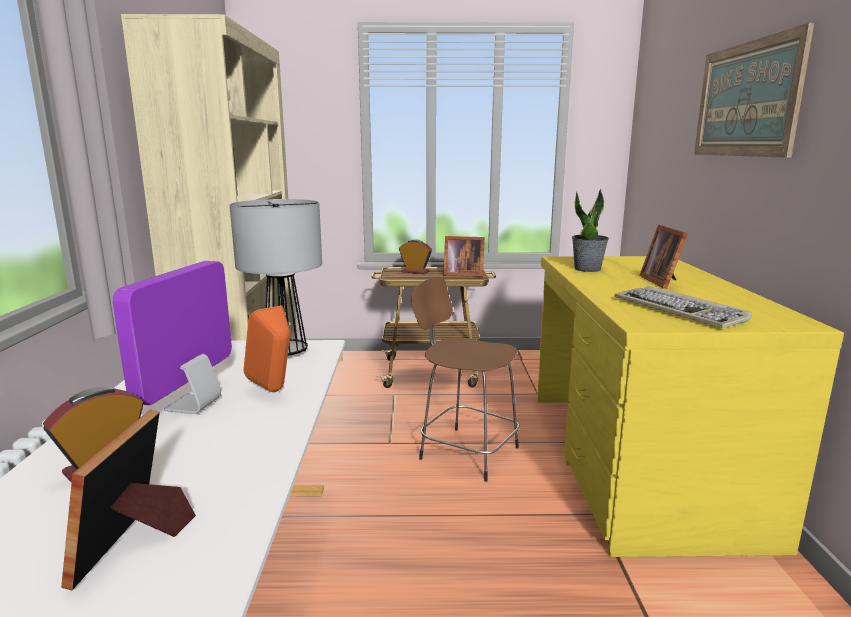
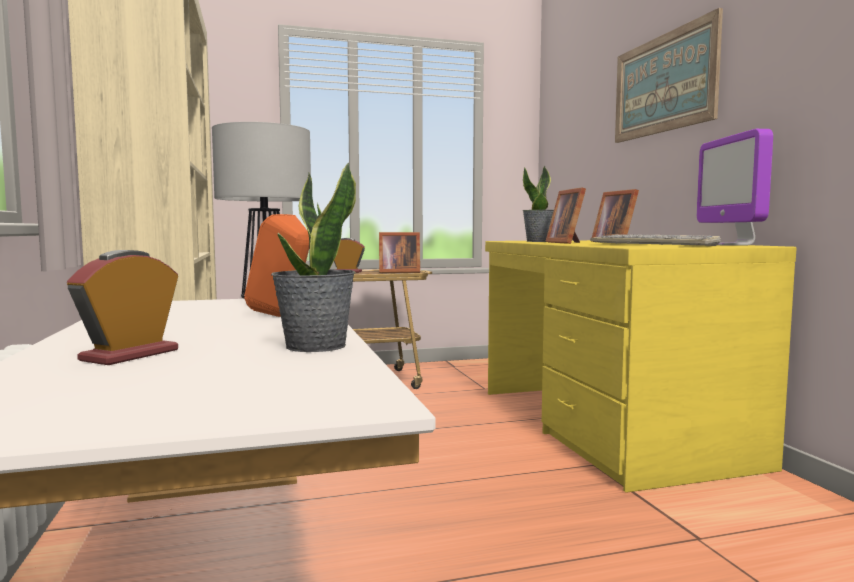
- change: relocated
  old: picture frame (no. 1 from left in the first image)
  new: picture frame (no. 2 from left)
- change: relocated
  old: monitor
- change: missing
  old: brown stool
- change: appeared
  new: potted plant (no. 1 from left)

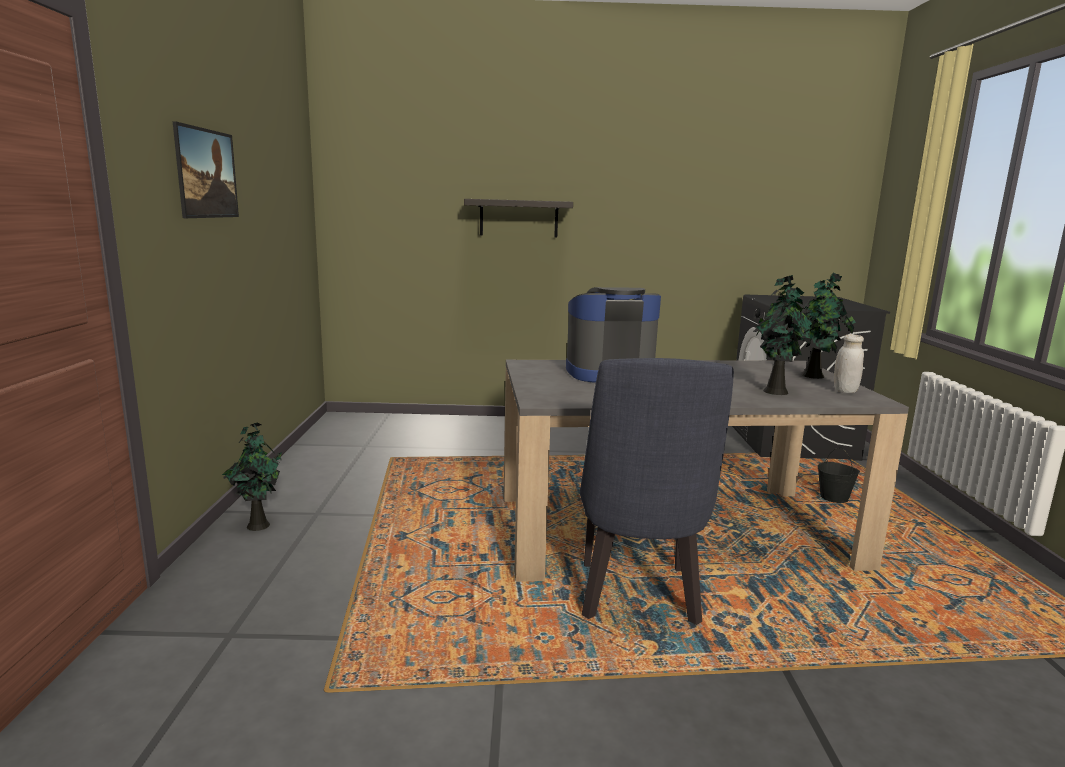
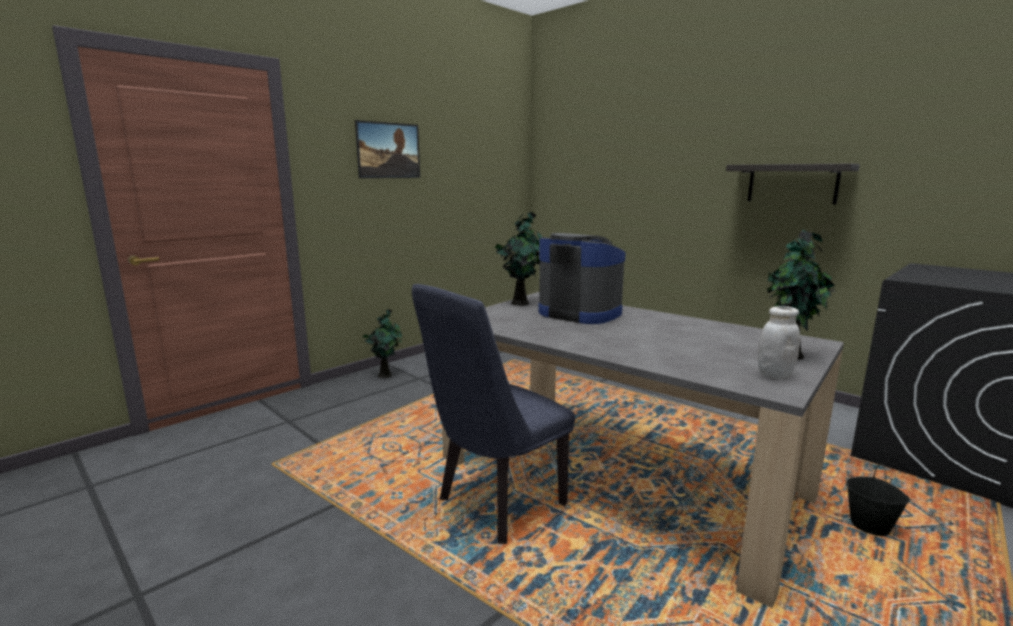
- change: relocated
  old: shelf
- change: relocated
  old: potted plant (no. 2 from left)

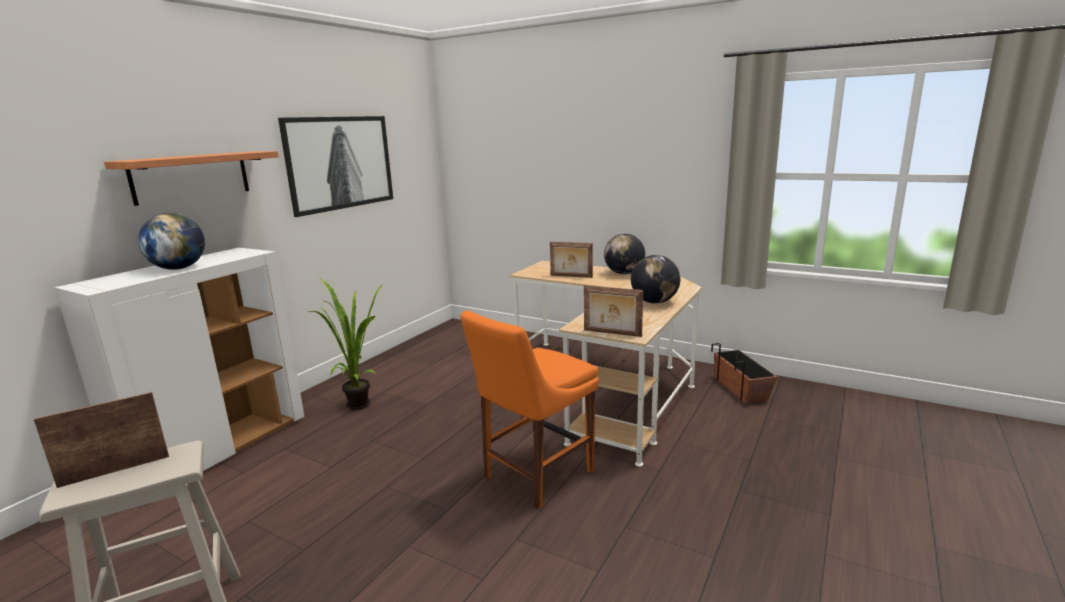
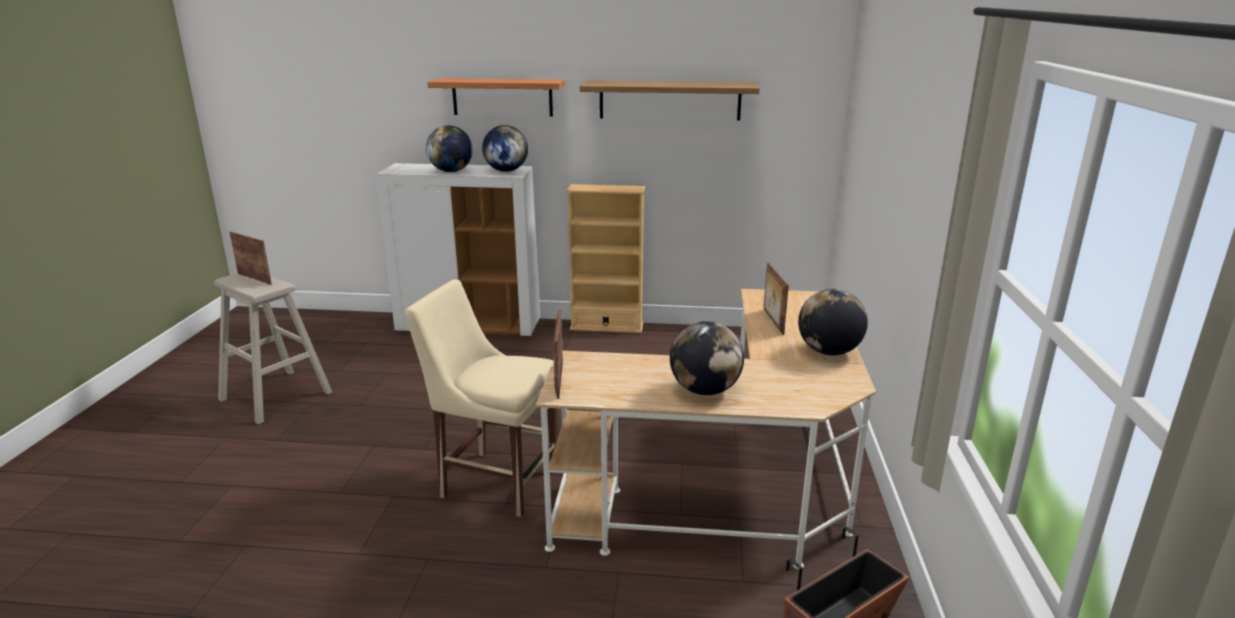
- change: exchanged
  old: picture
  new: shelf (no. 2 from left)
- change: missing
  old: potted plant
- change: colour
  old: orange chair
  new: beige chair
- change: appeared
  new: globe (no. 2 from left)
- change: appeared
  new: beige bookcase

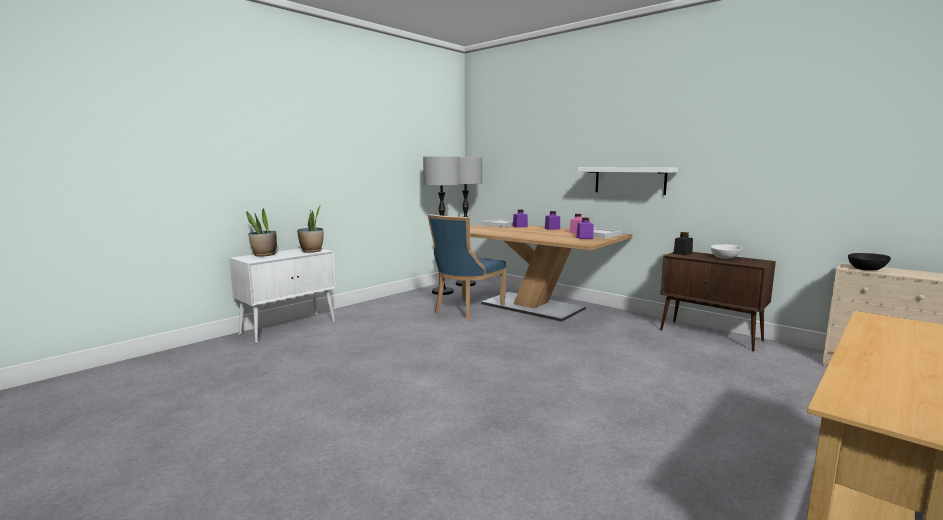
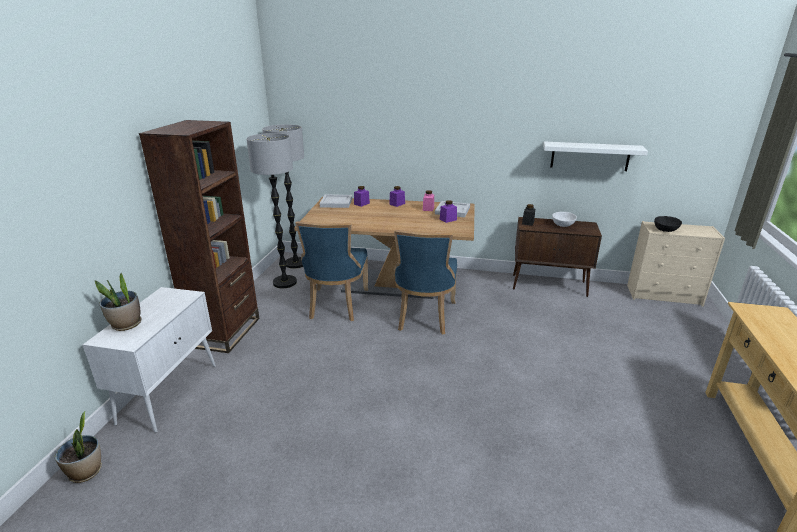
- change: relocated
  old: potted plant (no. 2 from left in the first image)
  new: potted plant (no. 1 from left)
- change: relocated
  old: white shelf
- change: appeared
  new: brown bookcase
- change: appeared
  new: blue chair (no. 2 from left)

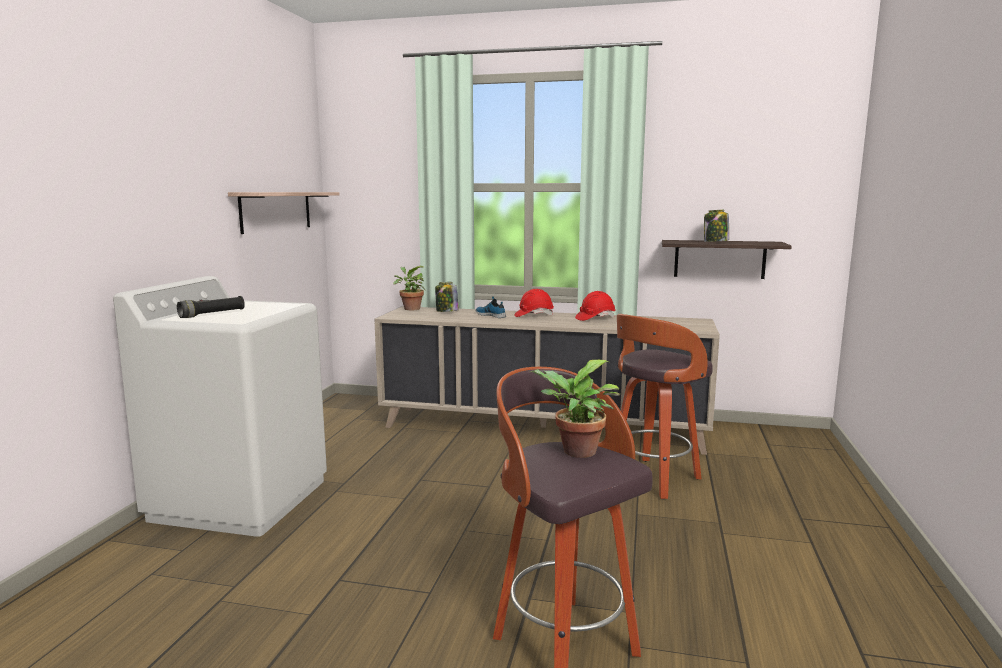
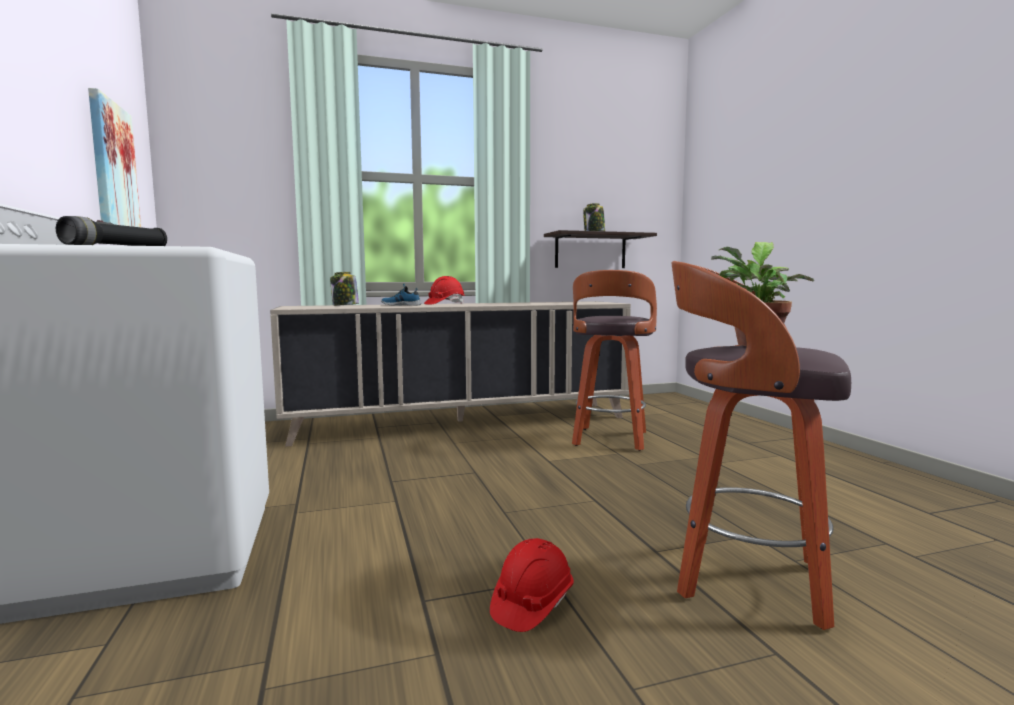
- change: exchanged
  old: shelf (no. 1 from left)
  new: picture
- change: missing
  old: potted plant (no. 1 from left)
- change: relocated
  old: red hard hat (no. 2 from left)

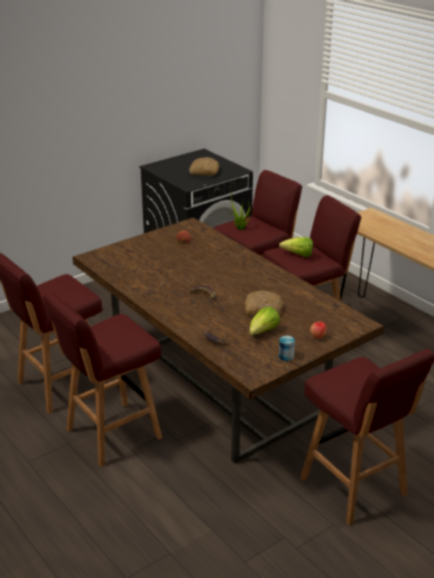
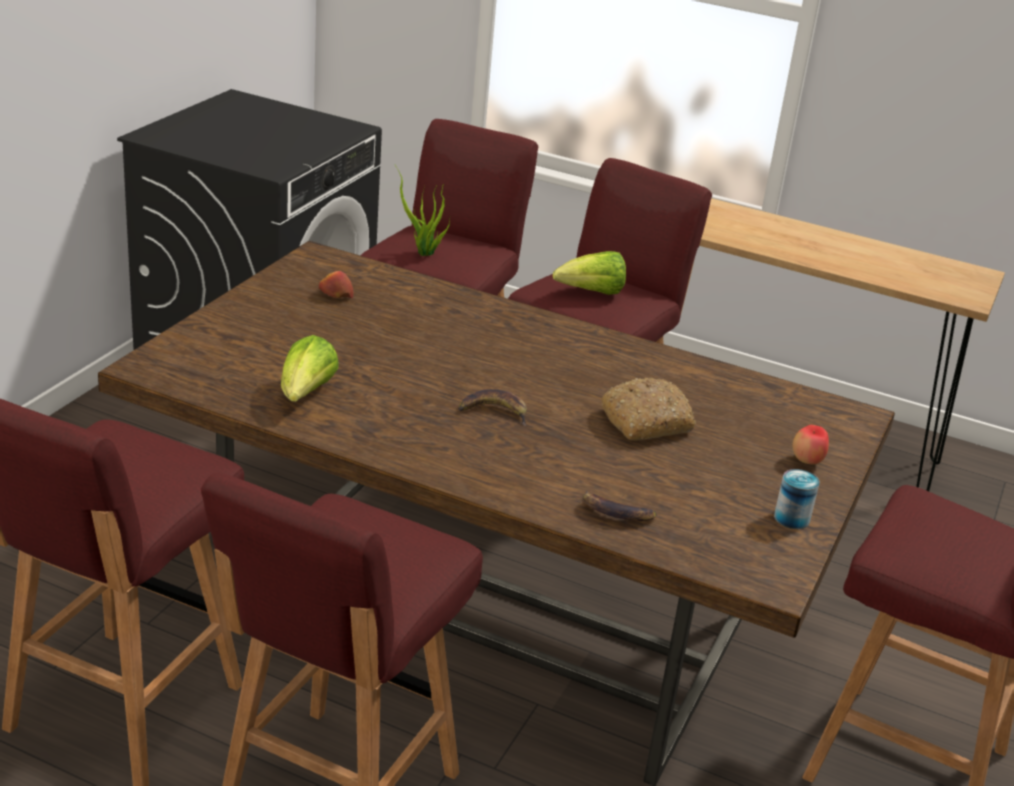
- change: missing
  old: bread (no. 1 from left)
- change: relocated
  old: lettuce (no. 1 from left)

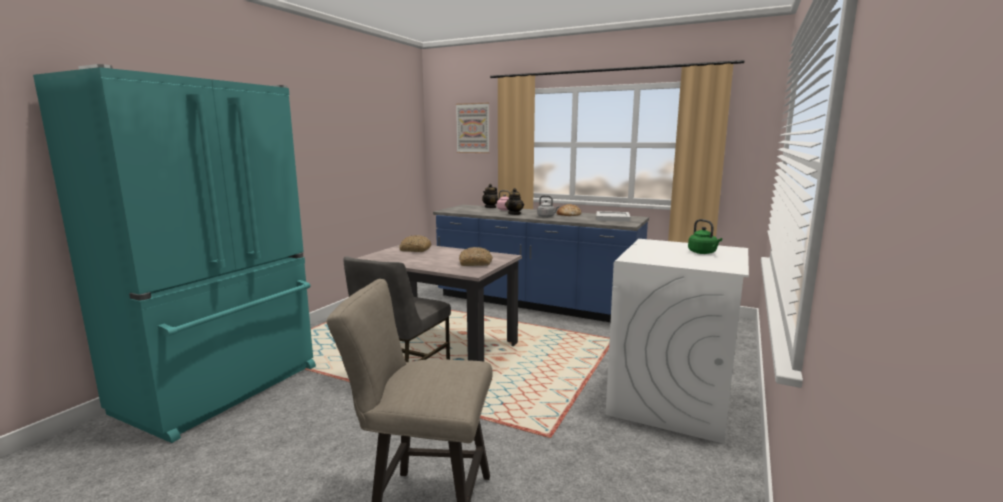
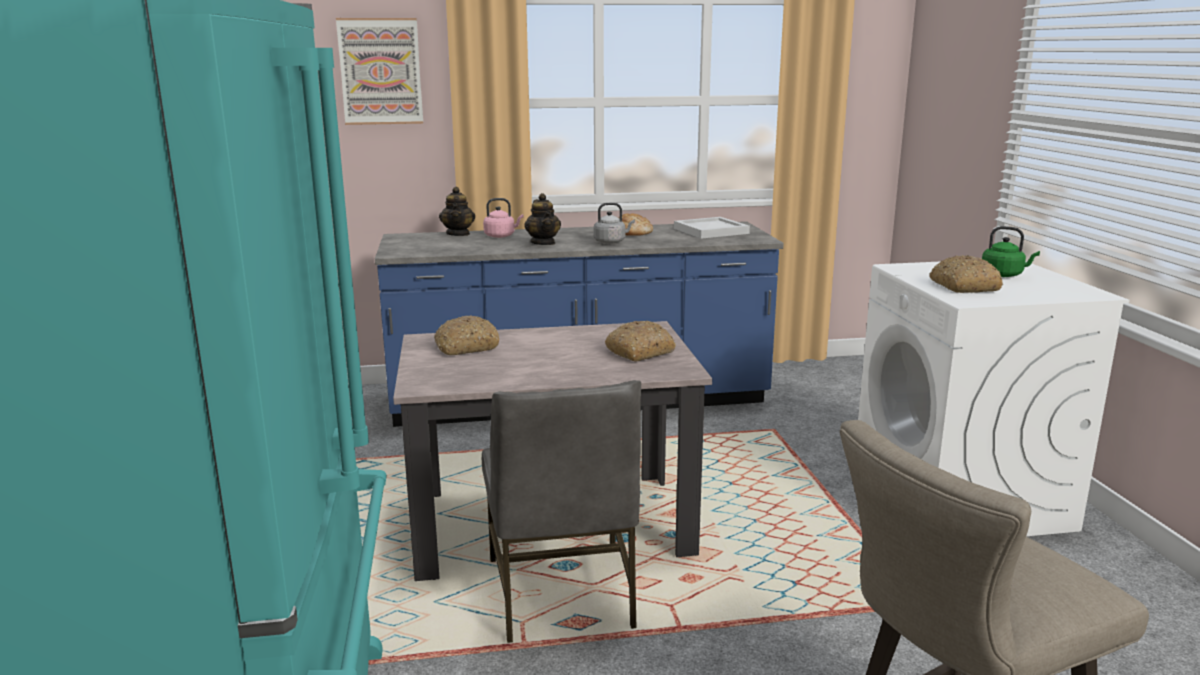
- change: appeared
  new: bread (no. 4 from left)

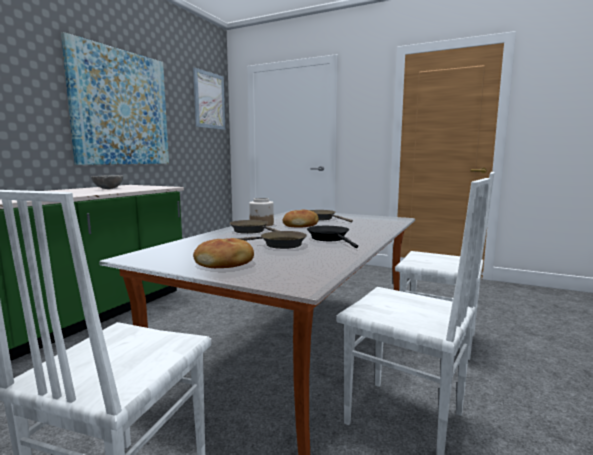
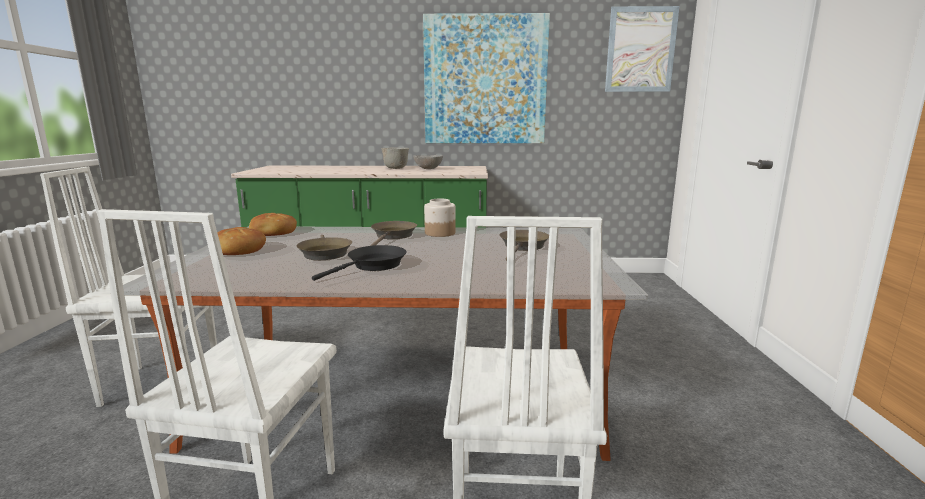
- change: relocated
  old: bread (no. 2 from left)
- change: appeared
  new: grey bowl (no. 1 from left)

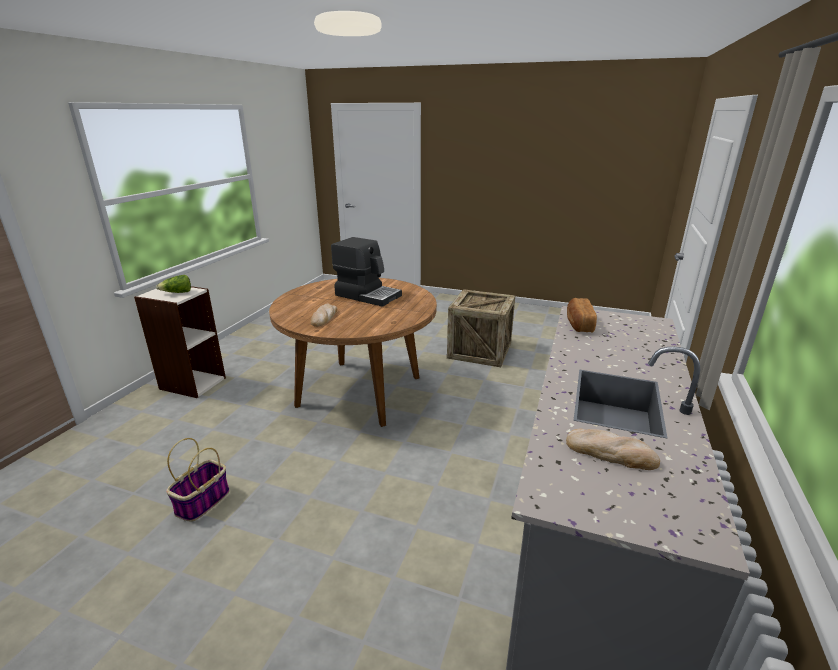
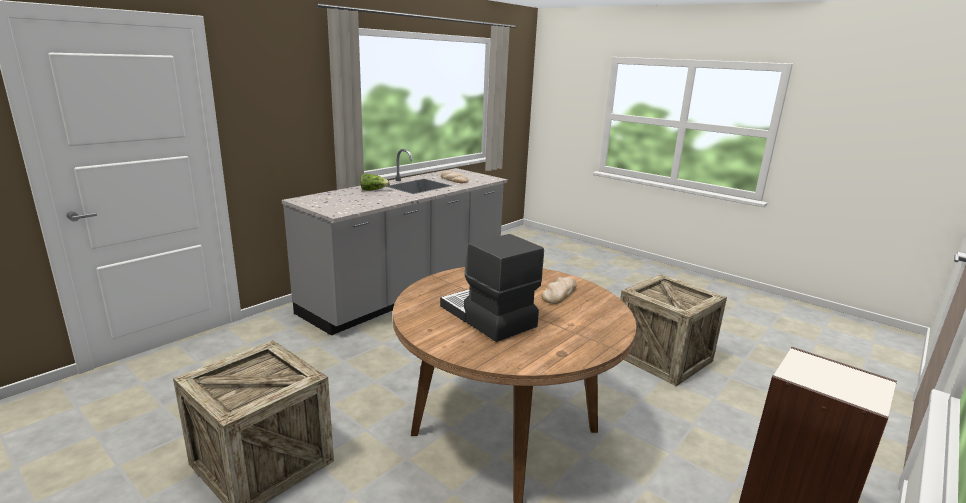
- change: relocated
  old: lettuce
- change: exchanged
  old: basket
  new: crate (no. 2 from left)
- change: missing
  old: bread (no. 2 from left)

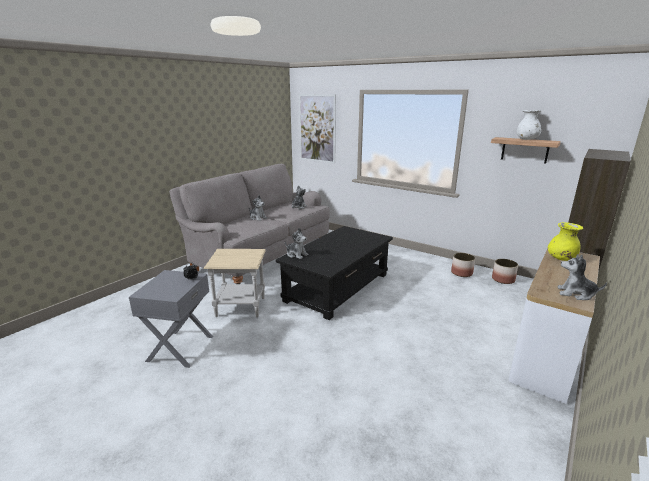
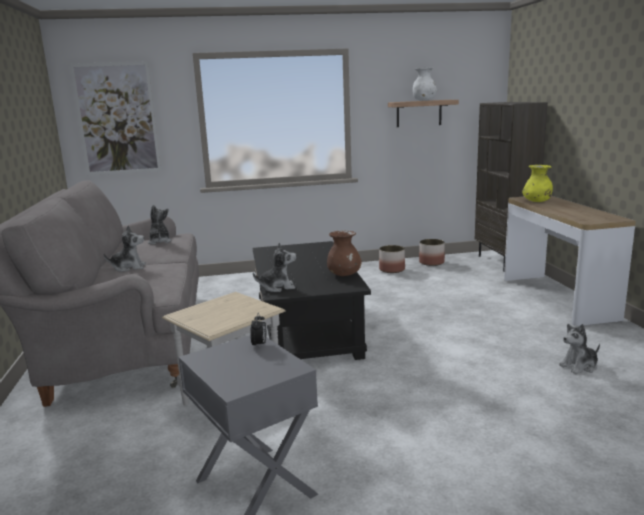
- change: relocated
  old: plush toy (no. 4 from left)
- change: appeared
  new: brown vase

